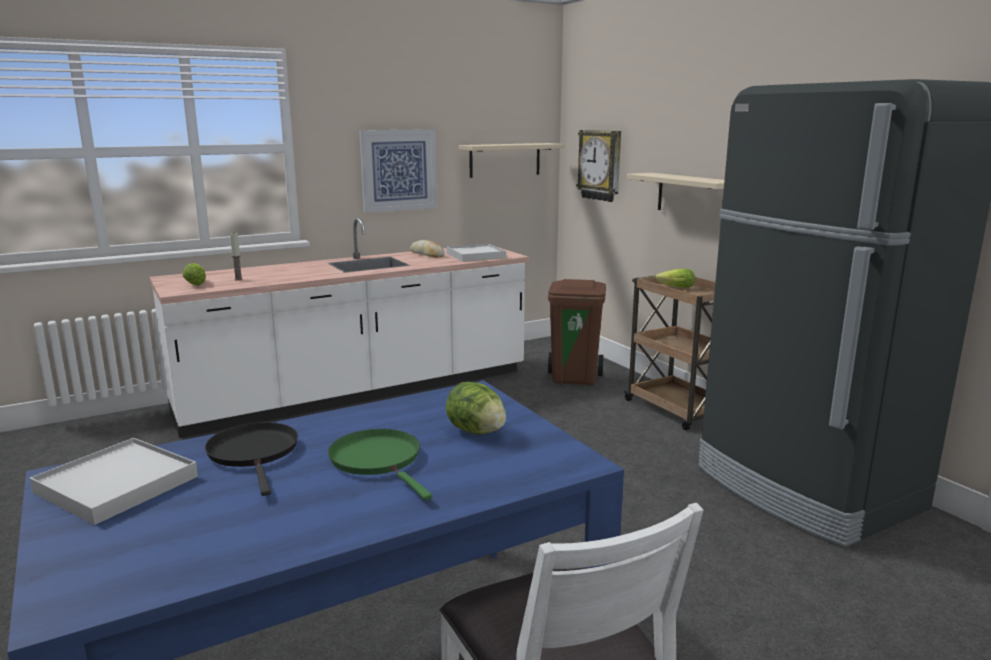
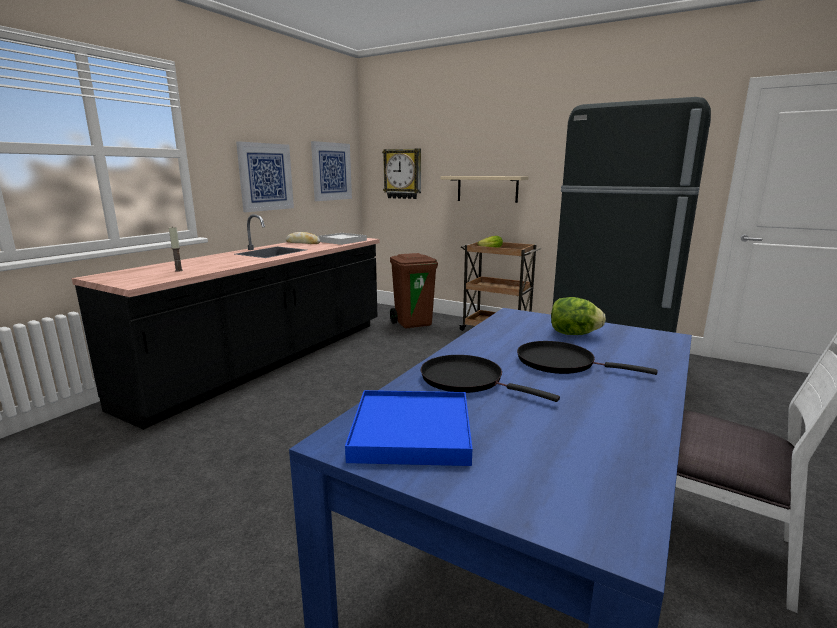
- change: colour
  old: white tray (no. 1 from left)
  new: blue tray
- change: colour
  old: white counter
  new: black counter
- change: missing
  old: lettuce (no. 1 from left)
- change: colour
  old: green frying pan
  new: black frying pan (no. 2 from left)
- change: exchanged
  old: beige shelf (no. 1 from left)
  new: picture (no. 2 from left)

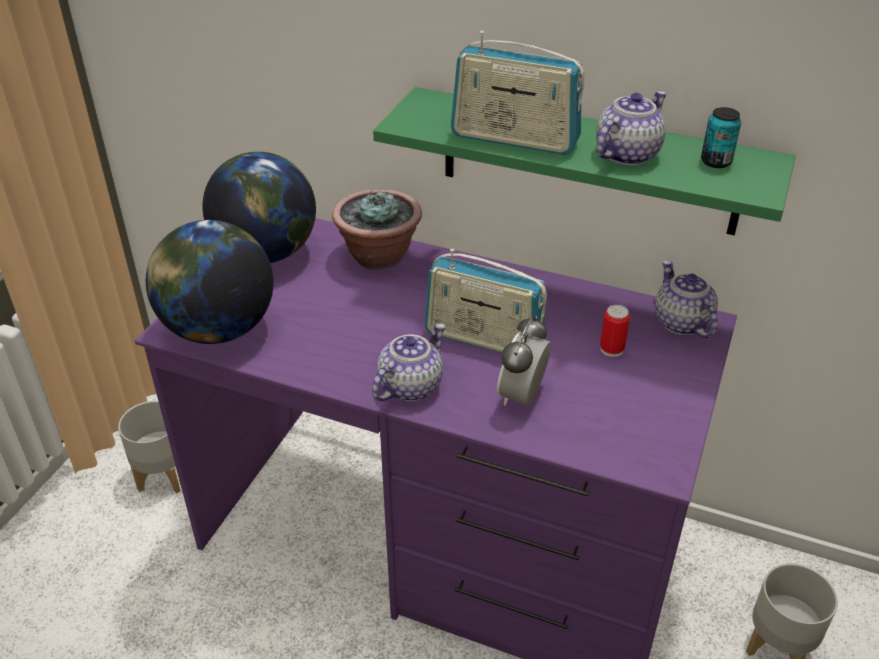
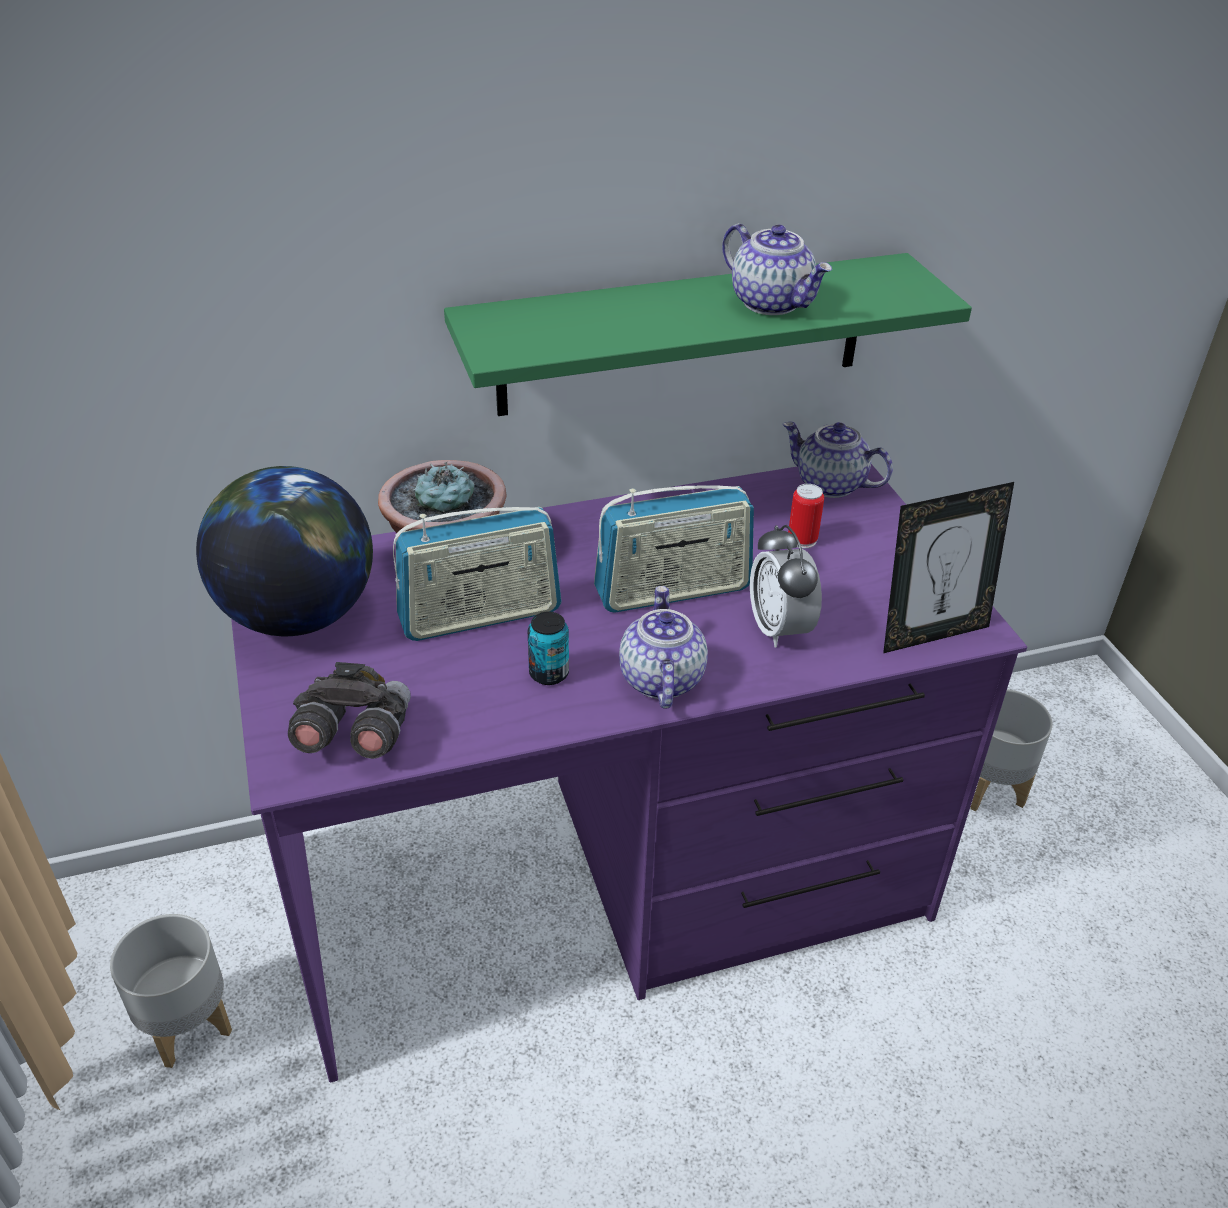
- change: exchanged
  old: globe (no. 1 from left)
  new: grey binoculars
- change: relocated
  old: radio (no. 2 from left in the first image)
  new: radio (no. 1 from left)
- change: spun
  old: teapot (no. 2 from left)
  degrees: 135
- change: relocated
  old: can (no. 2 from left in the first image)
  new: can (no. 1 from left)
- change: appeared
  new: picture frame

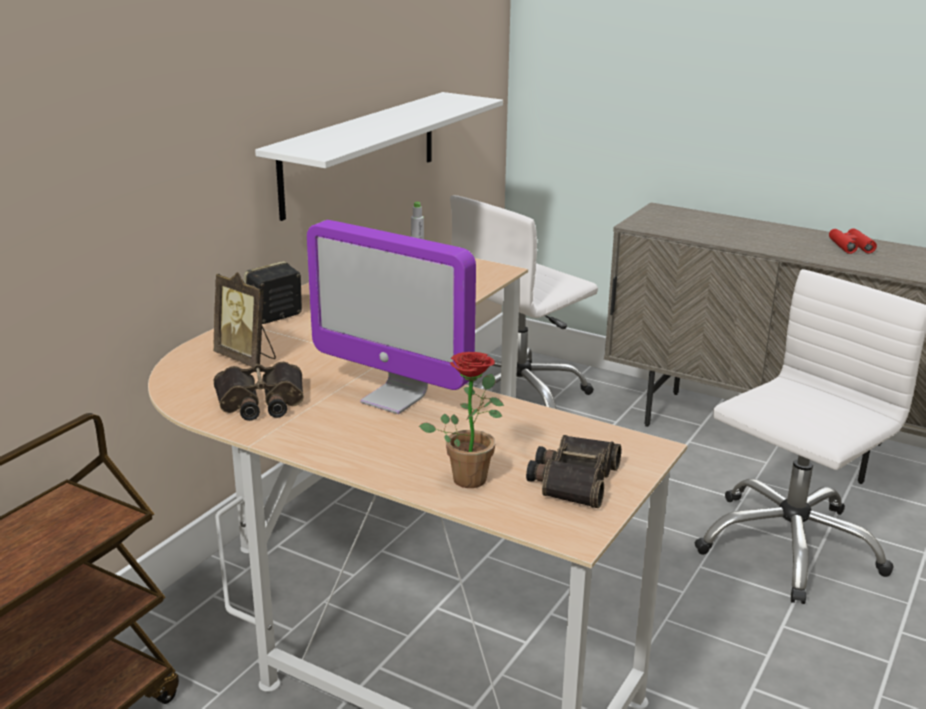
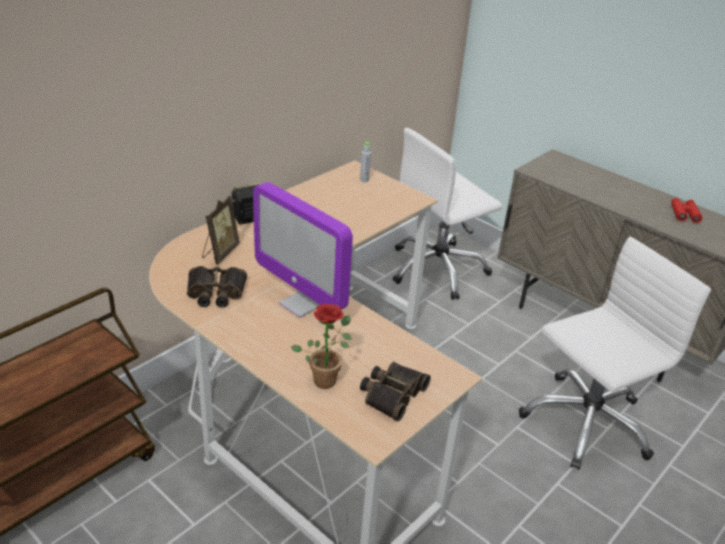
- change: spun
  old: picture frame
  degrees: -120
- change: missing
  old: white shelf

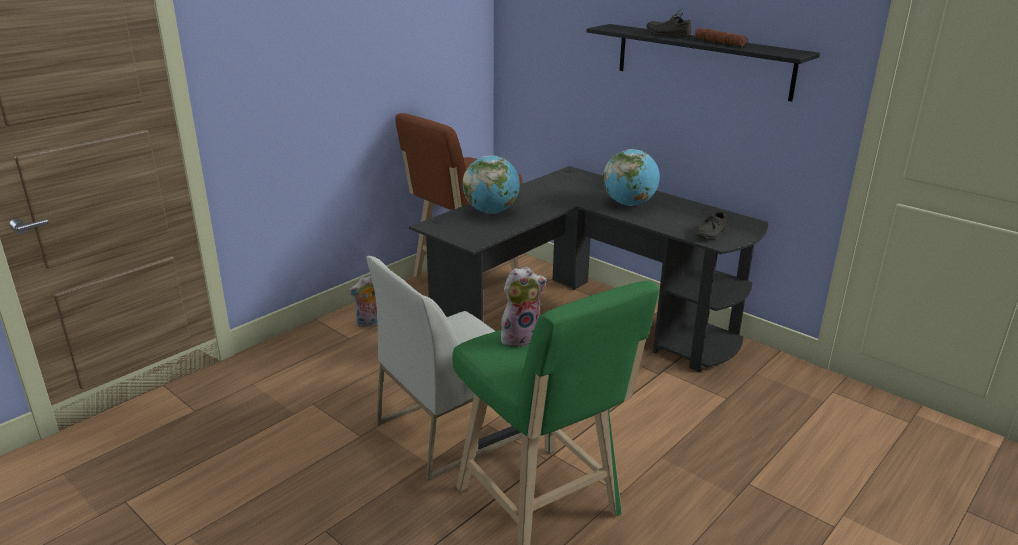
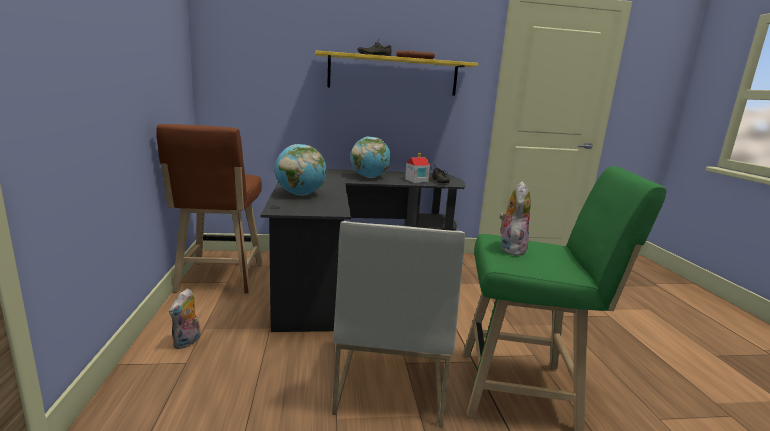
- change: colour
  old: black shelf
  new: yellow shelf
- change: appeared
  new: toy house

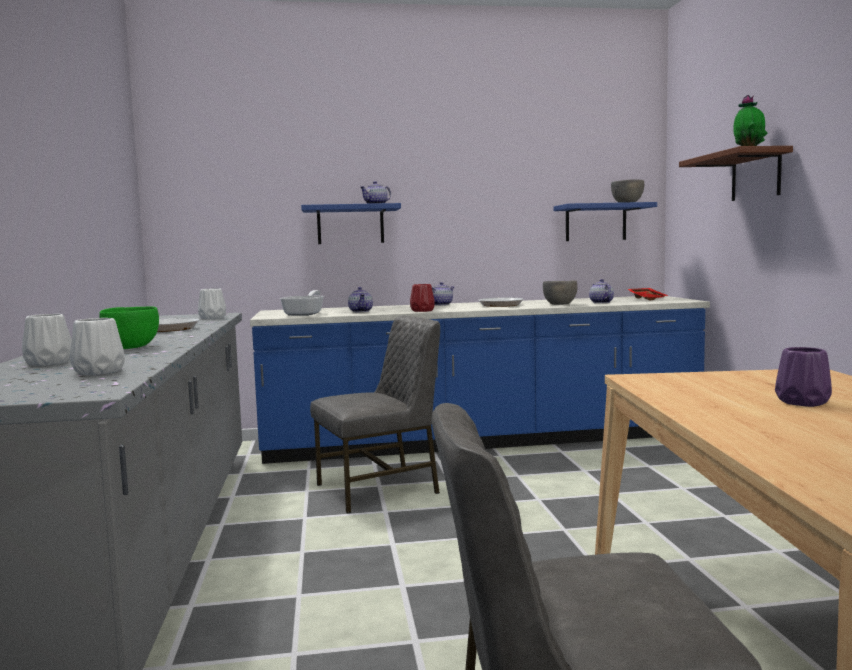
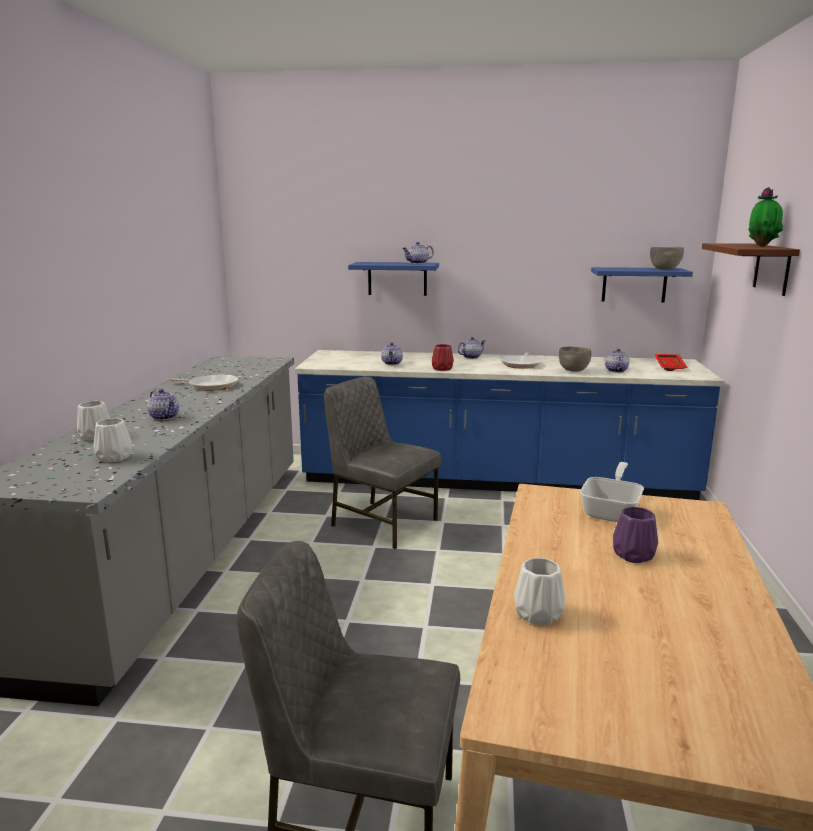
- change: exchanged
  old: green bowl
  new: teapot (no. 1 from left)
- change: relocated
  old: white vase (no. 3 from left)
- change: relocated
  old: frying pan (no. 2 from left in the first image)
  new: frying pan (no. 3 from left)
- change: spun
  old: grey chair (no. 1 from left in the first image)
  degrees: -135

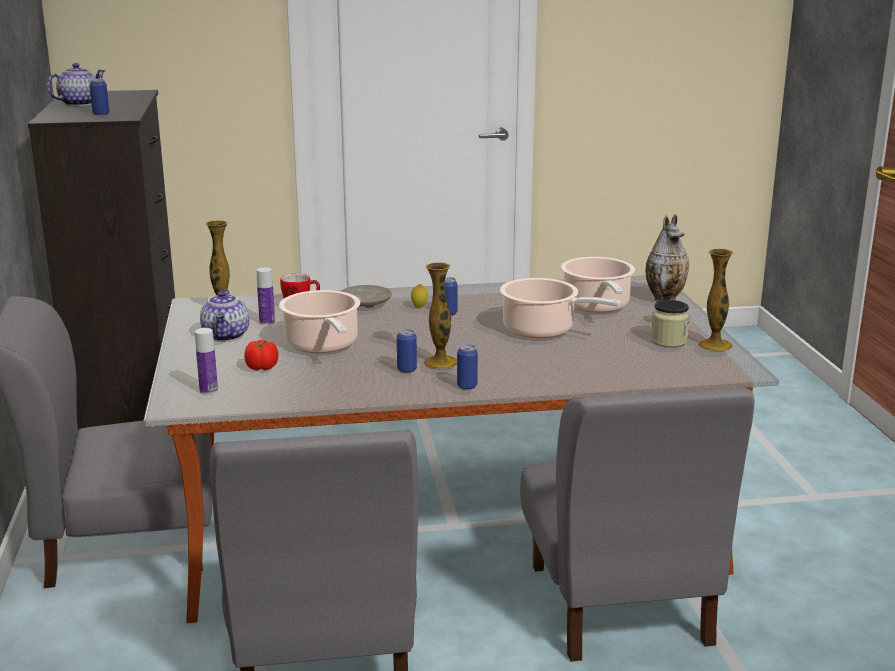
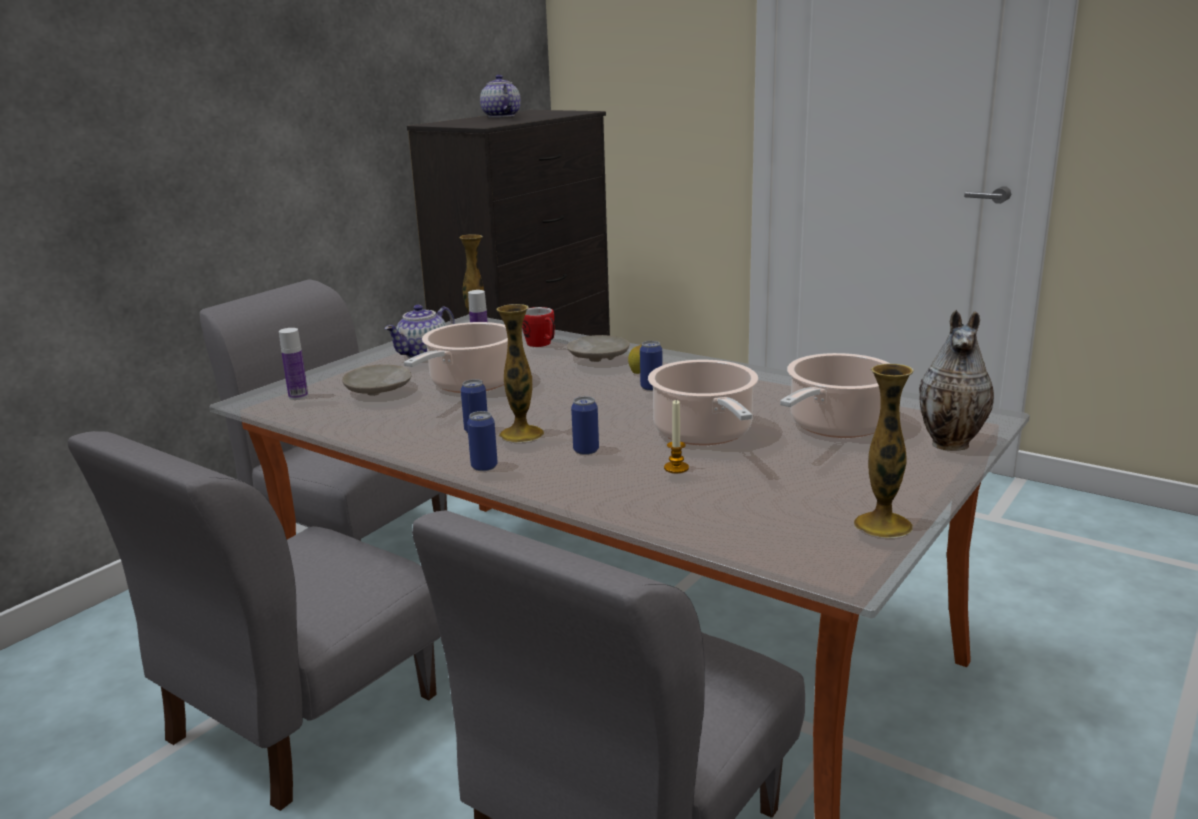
- change: spun
  old: teapot (no. 1 from left in the first image)
  degrees: -105
- change: relocated
  old: can (no. 1 from left in the first image)
  new: can (no. 3 from left)
- change: exchanged
  old: tomato
  new: beige plate (no. 1 from left)
- change: missing
  old: jar
- change: appeared
  new: candle

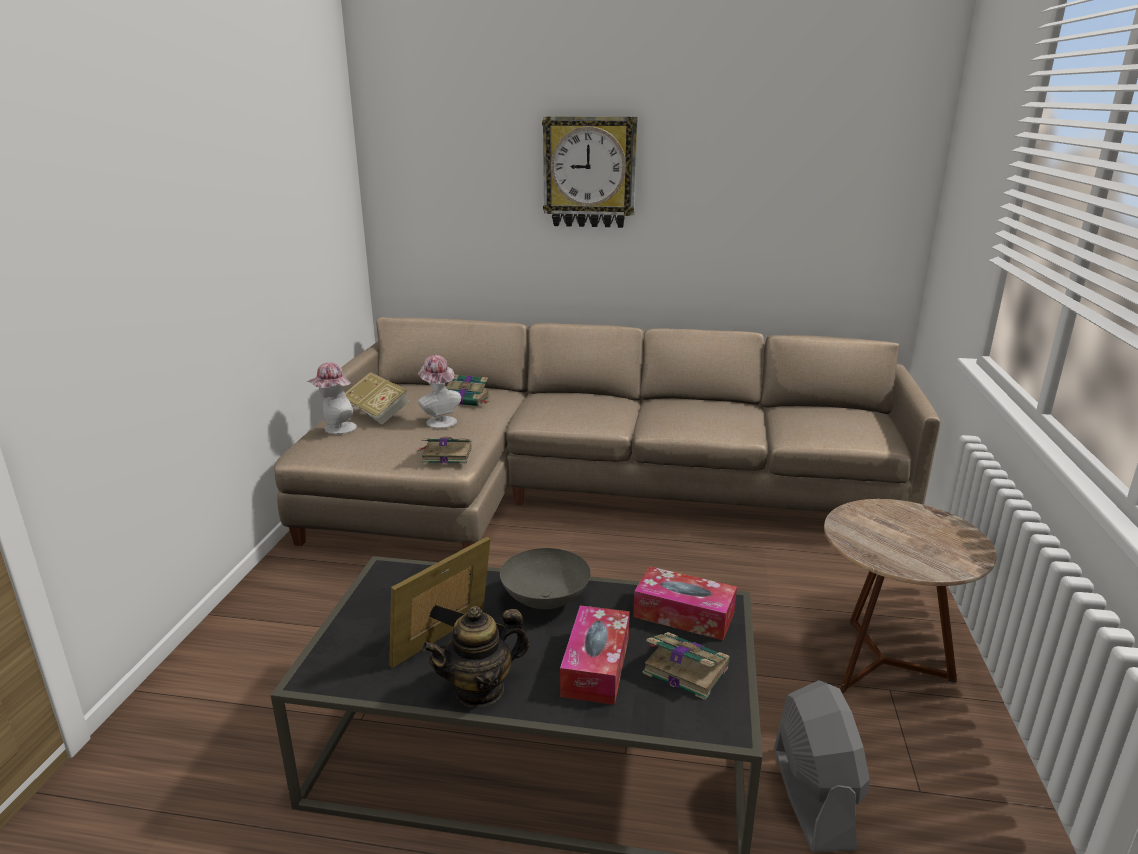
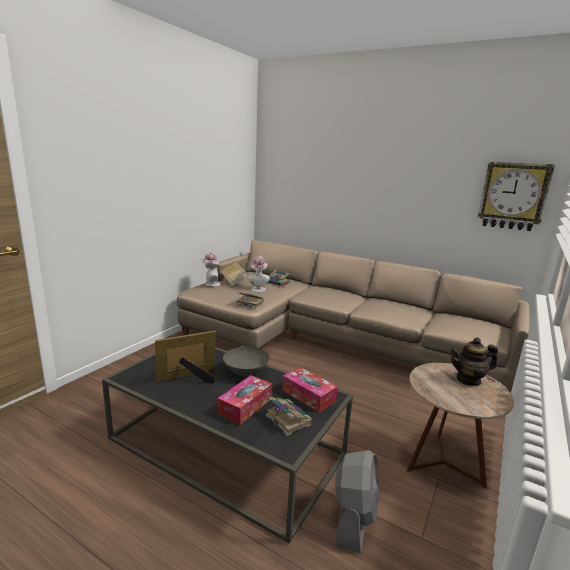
- change: relocated
  old: teapot
- change: relocated
  old: wall clock

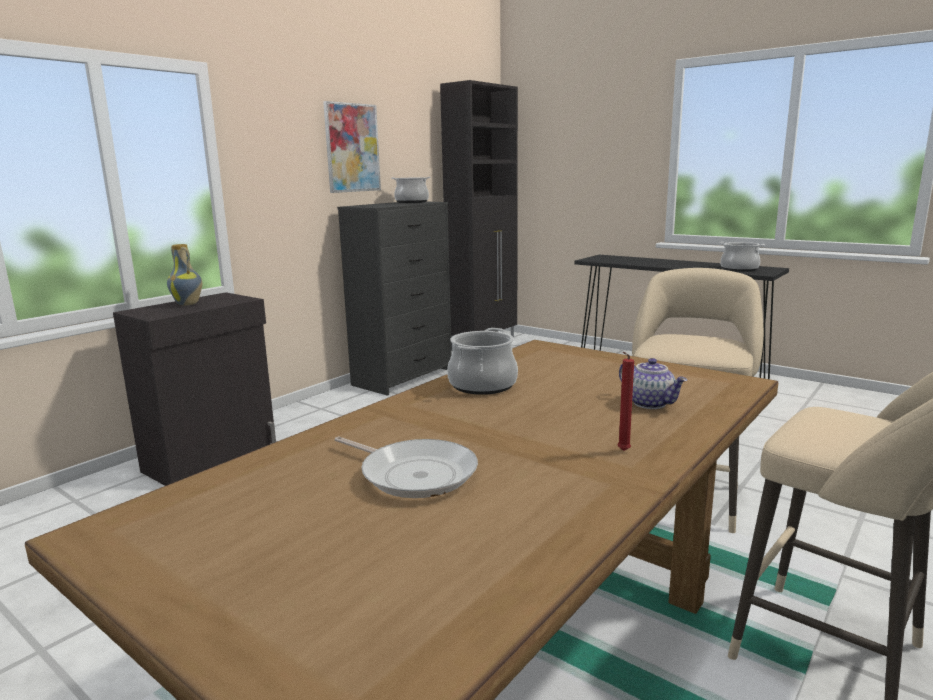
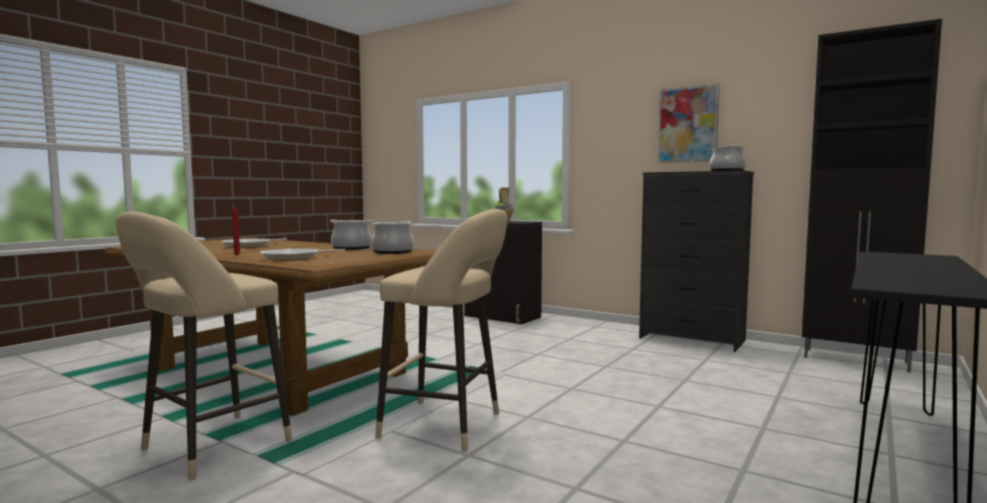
- change: exchanged
  old: teapot
  new: frying pan (no. 2 from left)
- change: relocated
  old: cooking pot (no. 3 from left in the first image)
  new: cooking pot (no. 2 from left)

